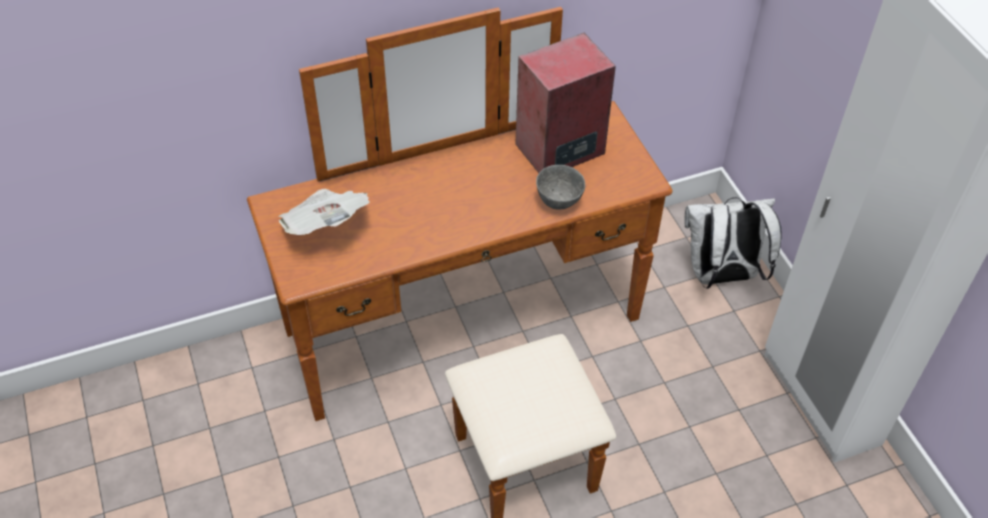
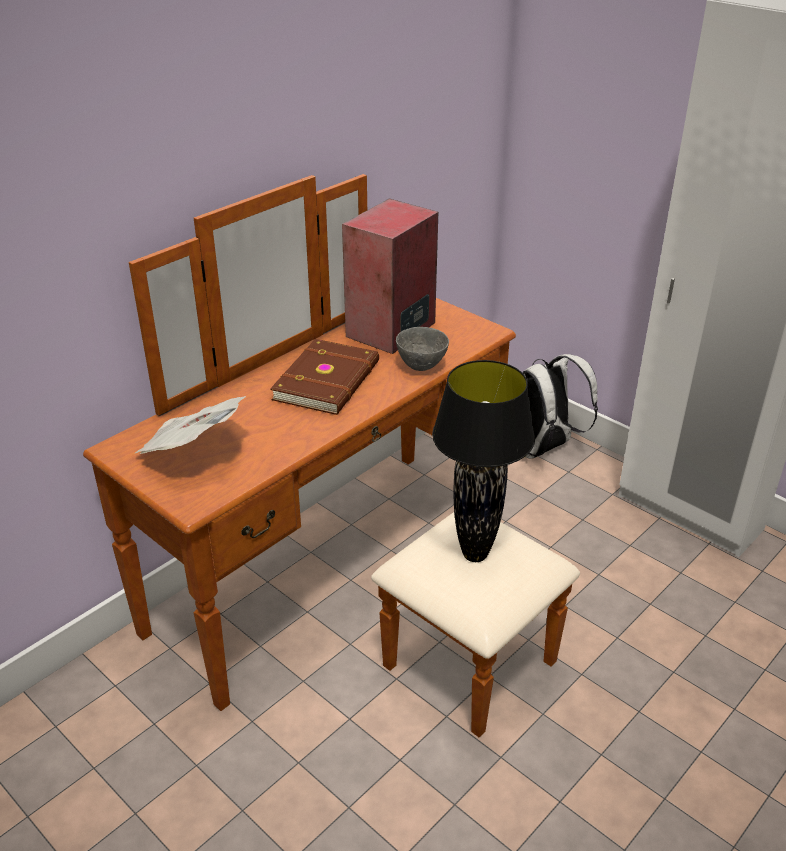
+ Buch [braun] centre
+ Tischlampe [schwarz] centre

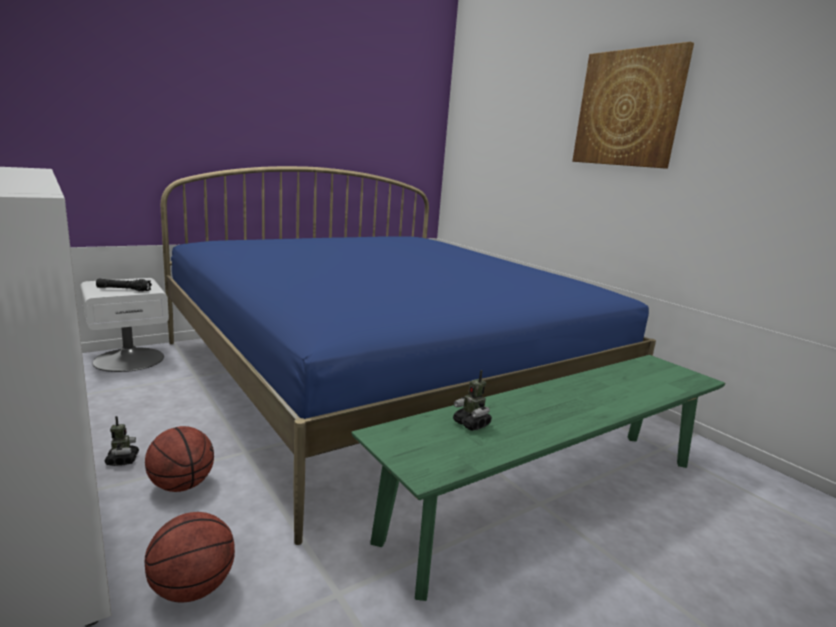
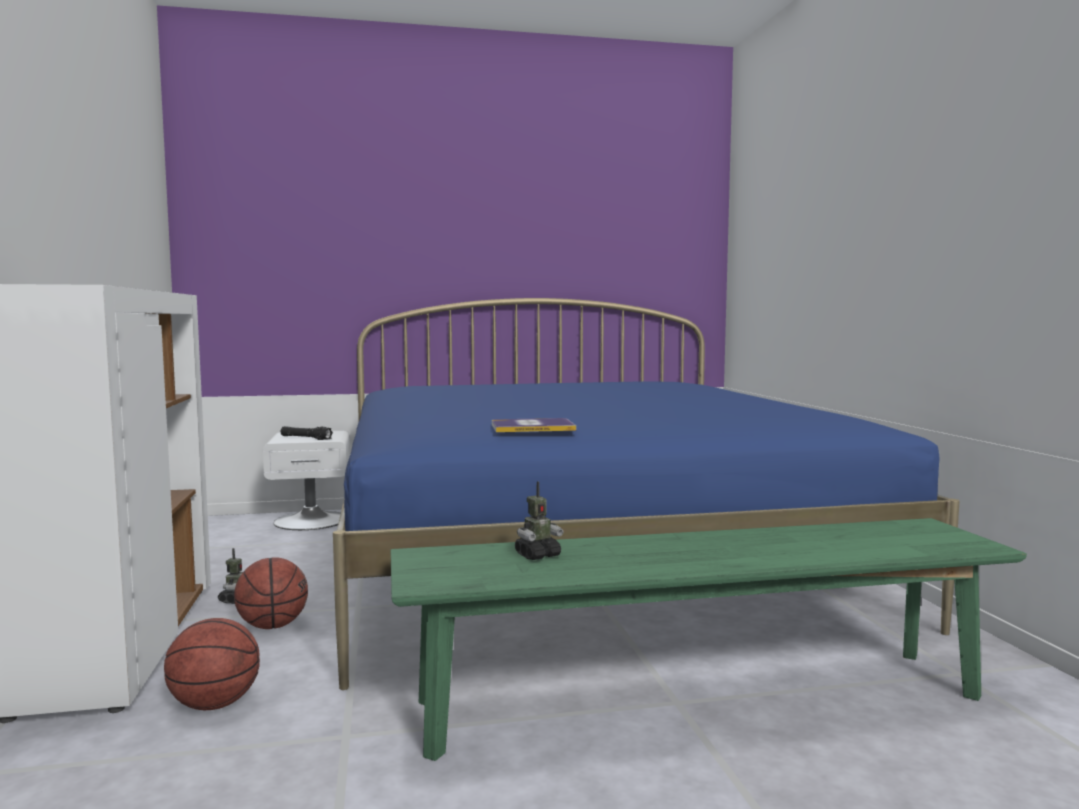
- Bild top right
~ Spielzeugroboter (2nd from left) centre = centre 105 degrees counterclockwise
+ Buch centre

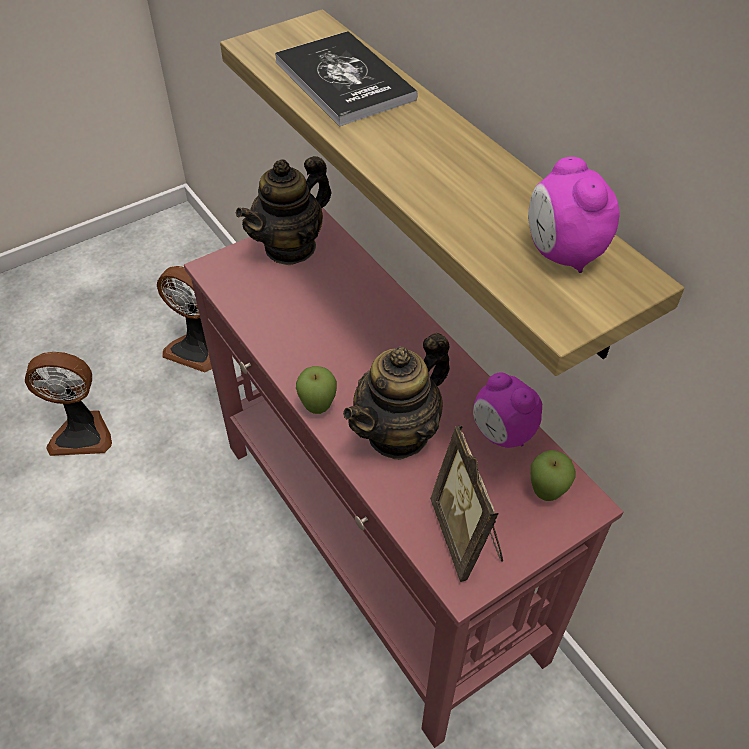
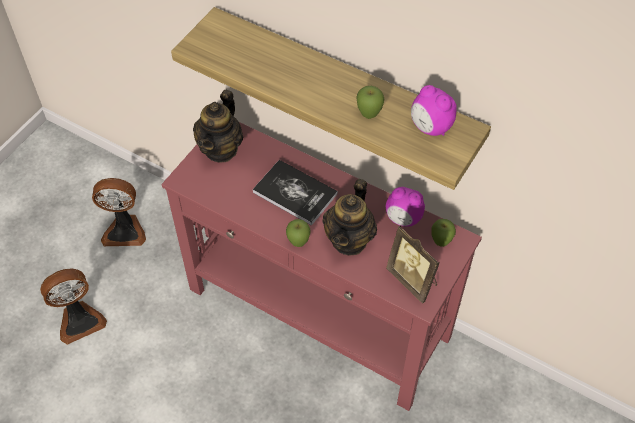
~ Buch top centre to centre
+ Apfel (2nd from left) top centre

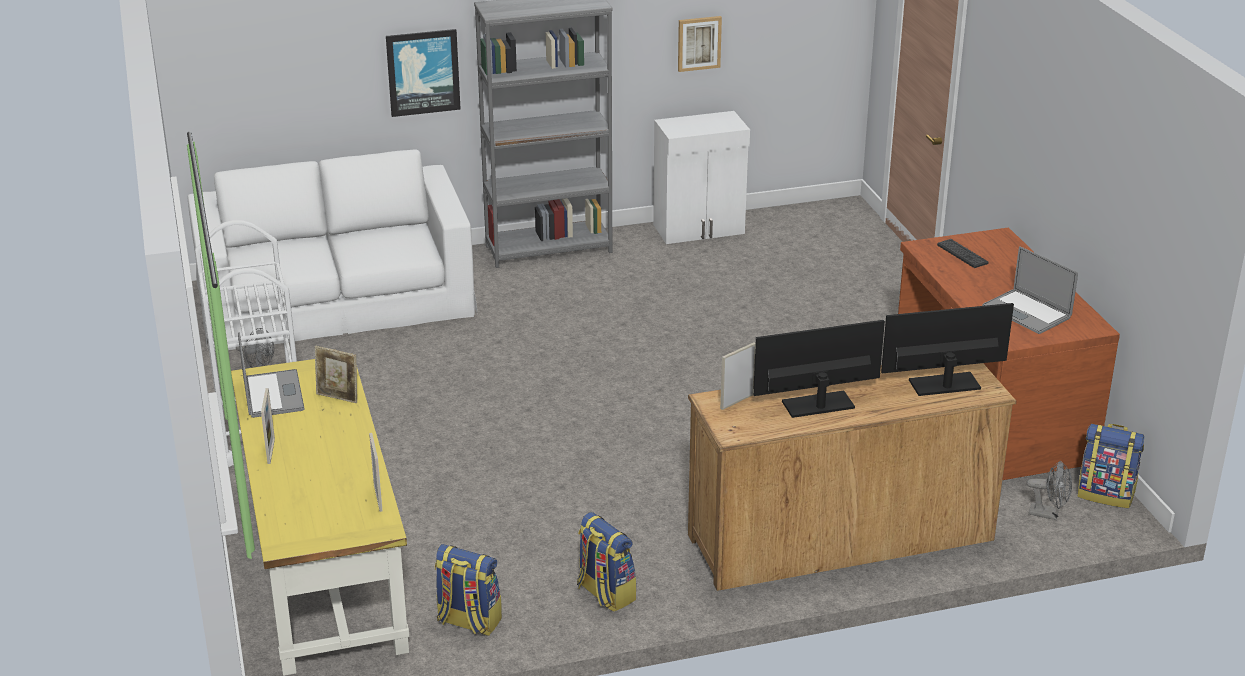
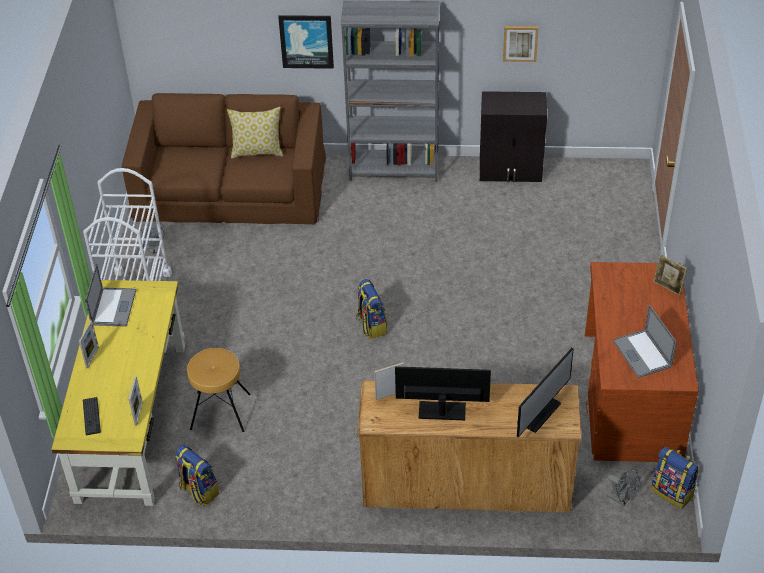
~ Schrank [weiß] top centre to Schrank [schwarz] top right
~ Sofa [weiß] middle left to Sofa [braun] top left
~ Tastatur middle right to bottom left
~ Monitor (2nd from left) middle right = bottom right 120 degrees clockwise
~ Bilderrahmen (2nd from left in the first image) middle left to Bilderrahmen (4th from left) middle right
~ Rucksack (2nd from left) bottom centre to centre
+ Kissen top centre
+ Hocker [braun] bottom left

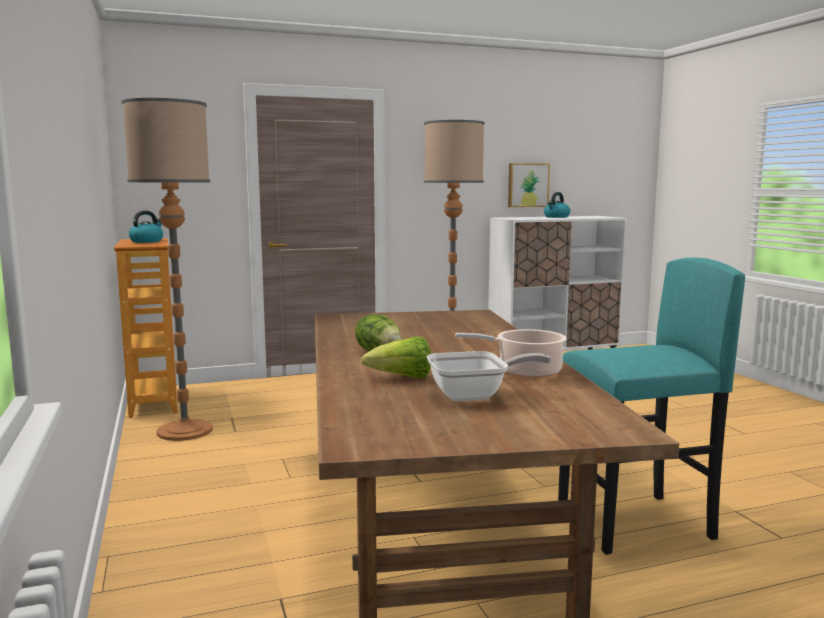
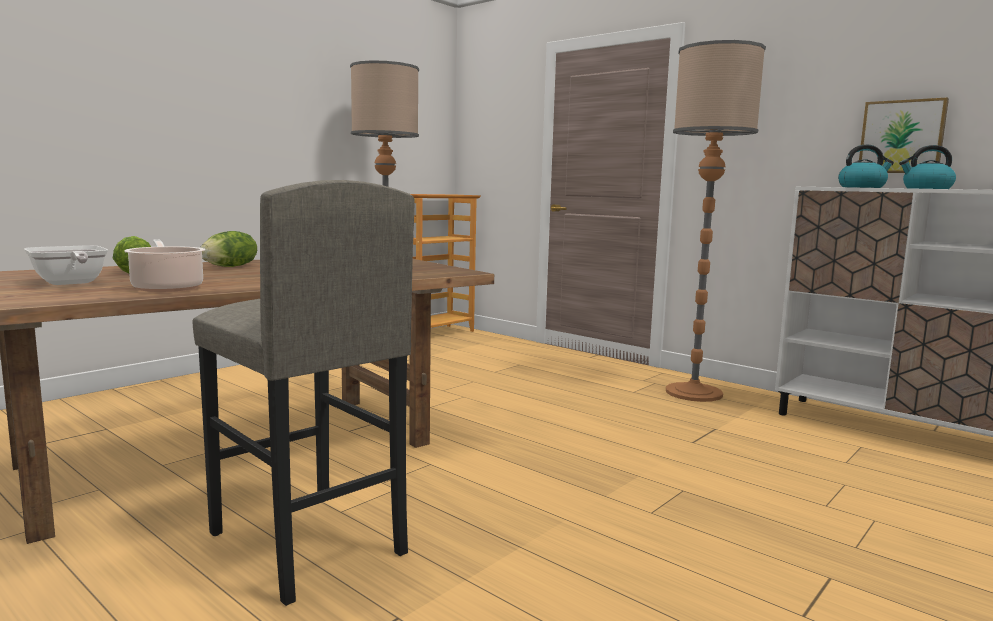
~ Wasserkessel (1st from left) middle left to top right
~ Hocker [türkis] middle right to Hocker [grau] middle left

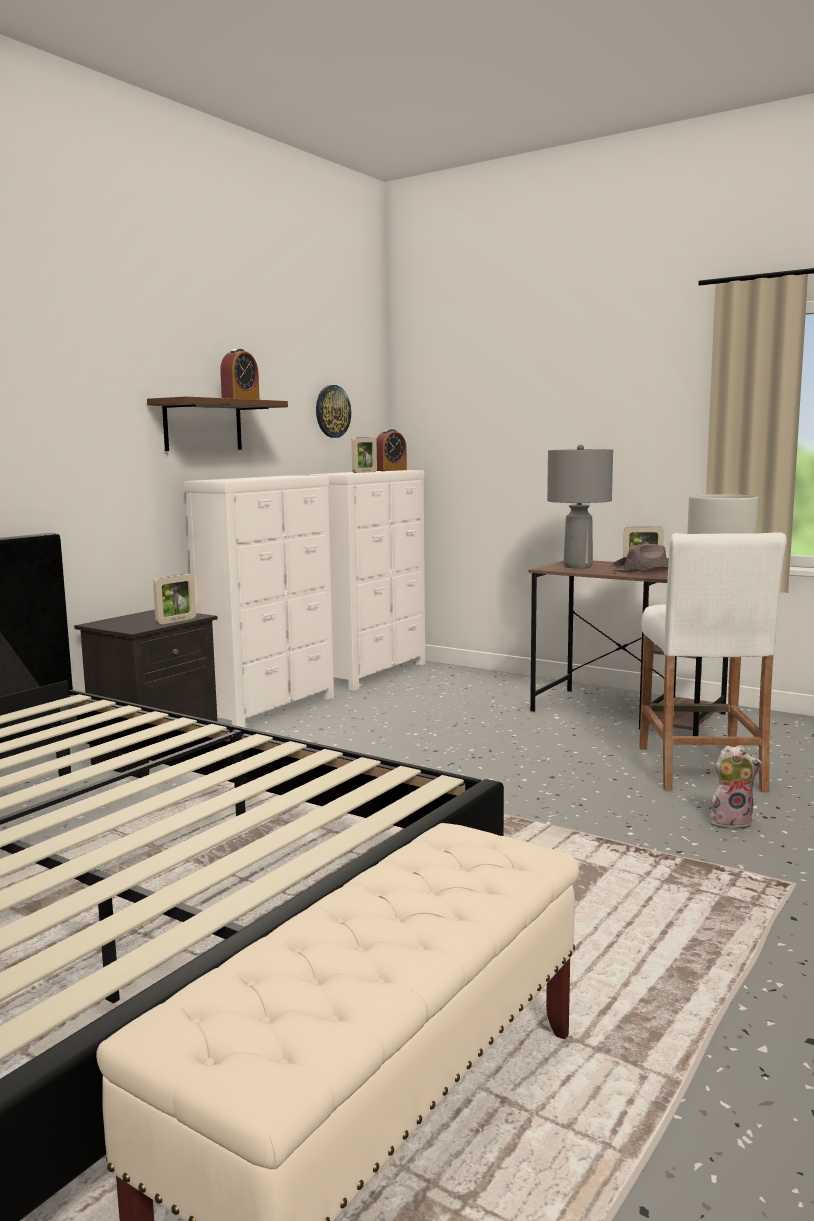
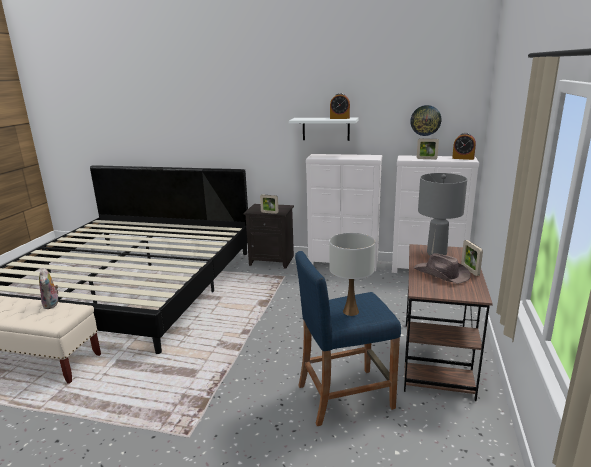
~ Wandregal [braun] middle left to Wandregal [weiß] top centre
~ Hocker [weiß] middle right to Hocker [blau] bottom centre
~ Plüschtier middle right to middle left

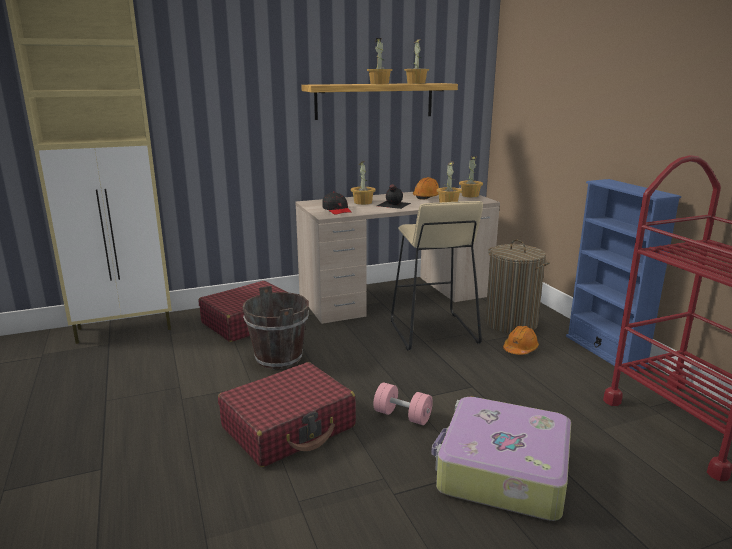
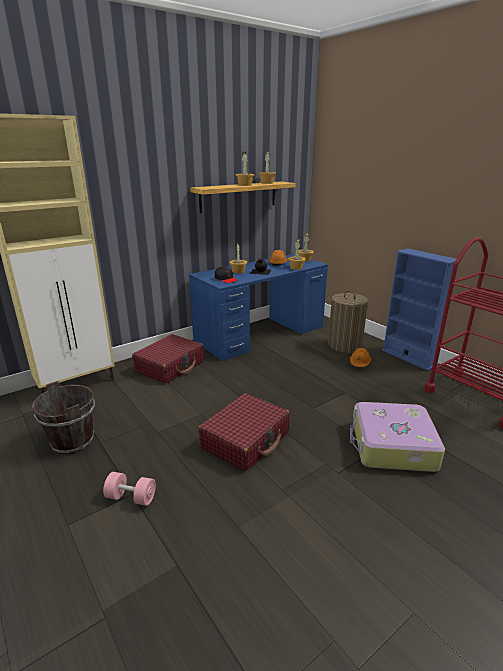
~ Schreibtisch [beige] centre to Schreibtisch [blau] centre
- Hocker [beige] centre
~ Eimer [braun] centre to middle left
~ Hantel [rosa] bottom centre to bottom left

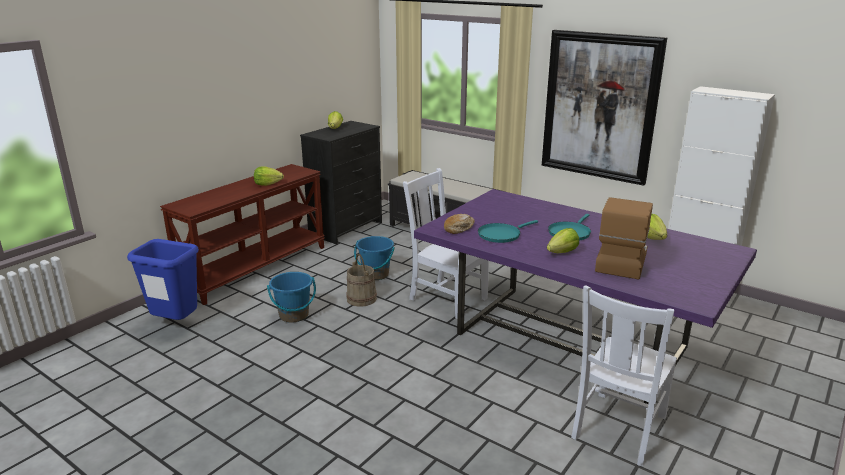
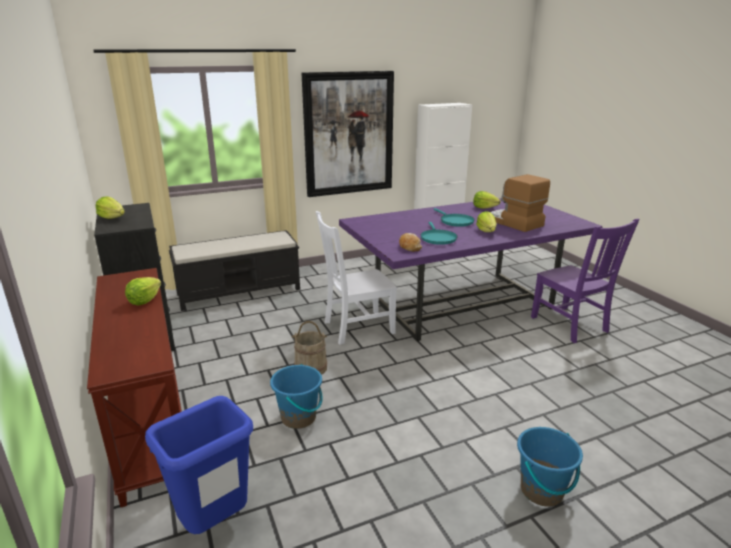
~ Eimer [blau] (2nd from left) centre to bottom right
~ Stuhl [weiß] (2nd from left) bottom right to Stuhl [lila] middle right

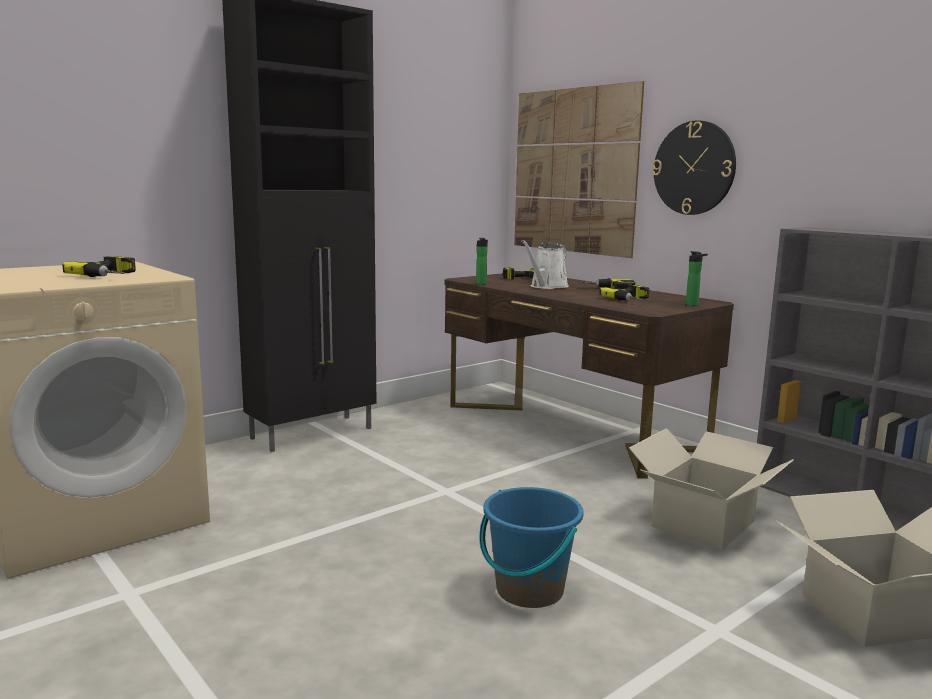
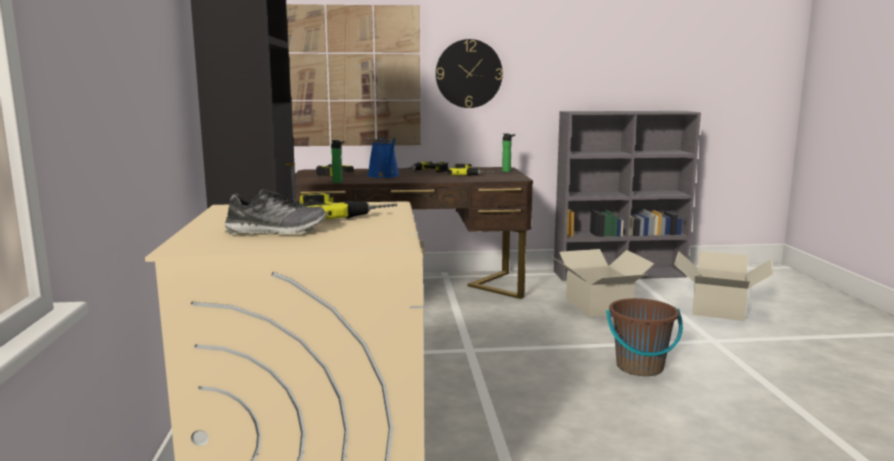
~ Gießkanne [weiß] centre to Gießkanne [blau] centre
~ Eimer [blau] bottom centre to Eimer [braun] bottom right
+ Schuh middle left

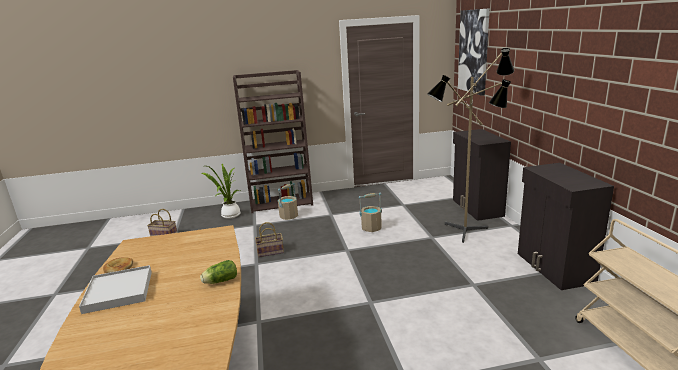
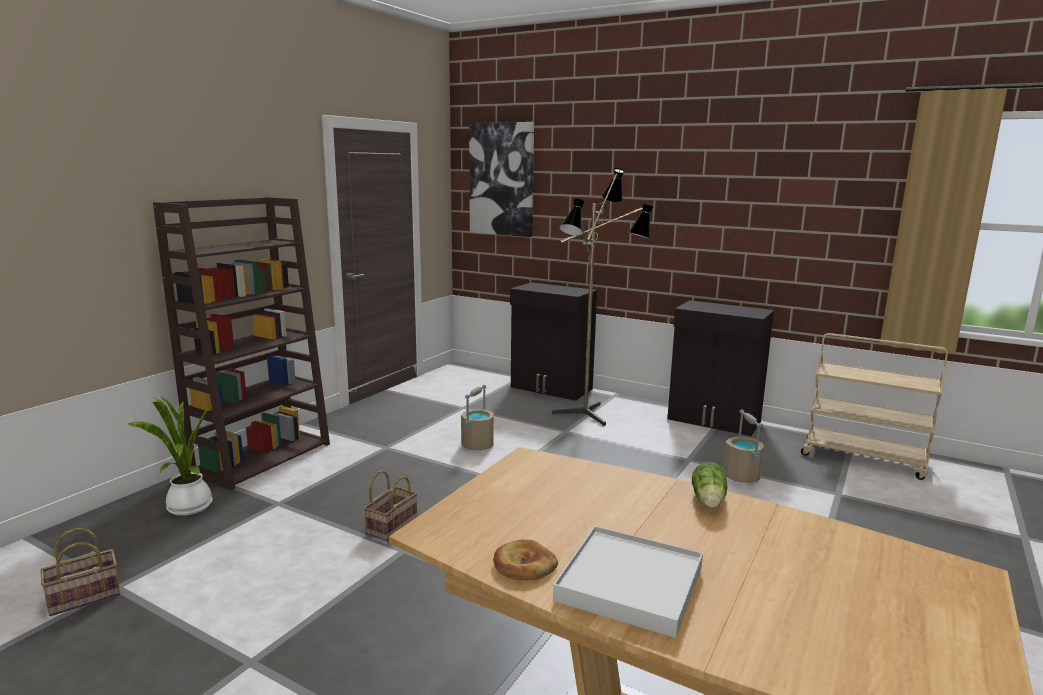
~ Eimer [beige] (1st from left in the first image) centre to Eimer [beige] (2nd from left) middle right

